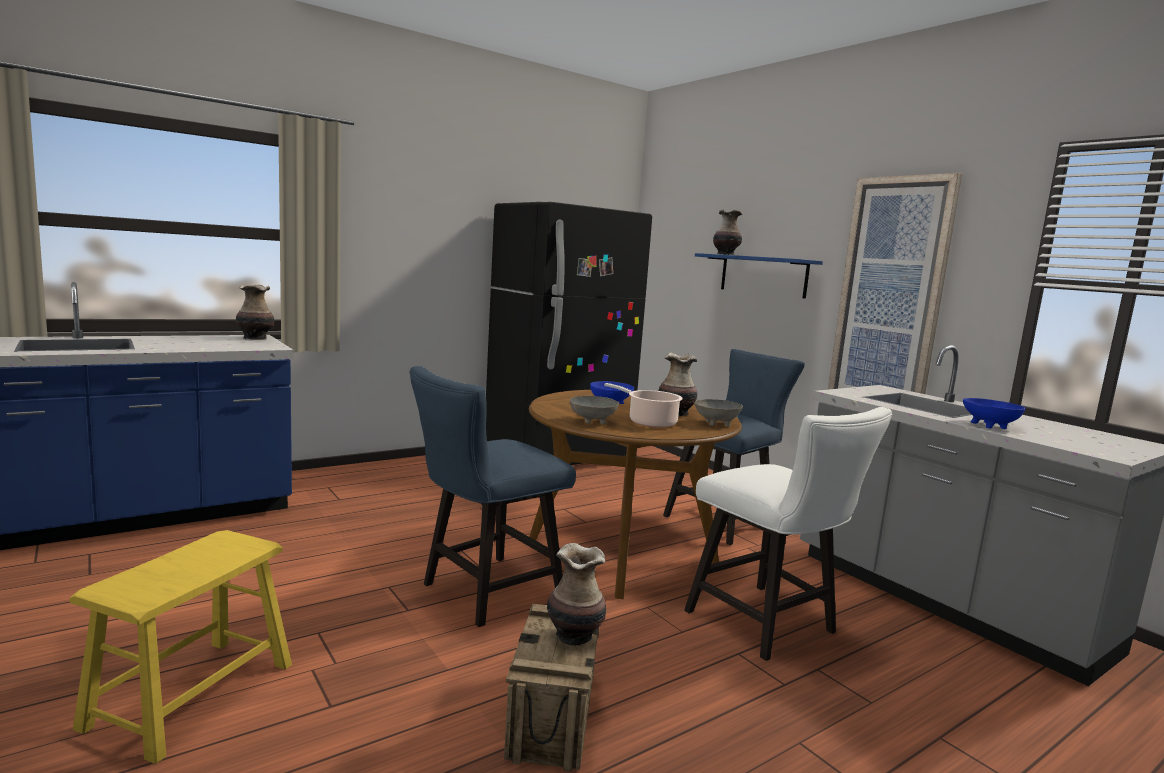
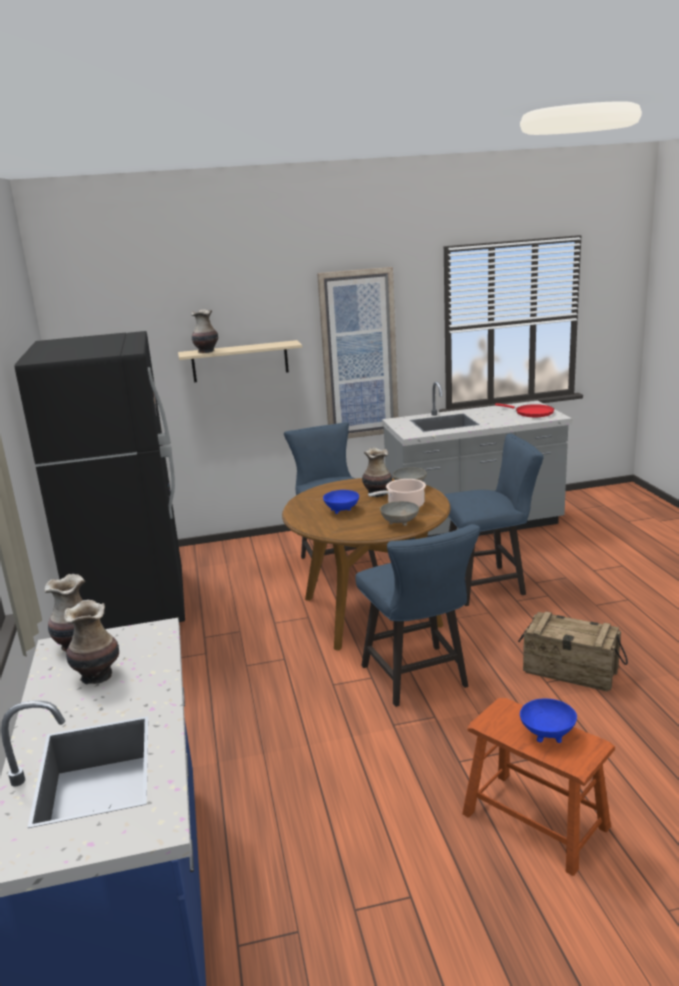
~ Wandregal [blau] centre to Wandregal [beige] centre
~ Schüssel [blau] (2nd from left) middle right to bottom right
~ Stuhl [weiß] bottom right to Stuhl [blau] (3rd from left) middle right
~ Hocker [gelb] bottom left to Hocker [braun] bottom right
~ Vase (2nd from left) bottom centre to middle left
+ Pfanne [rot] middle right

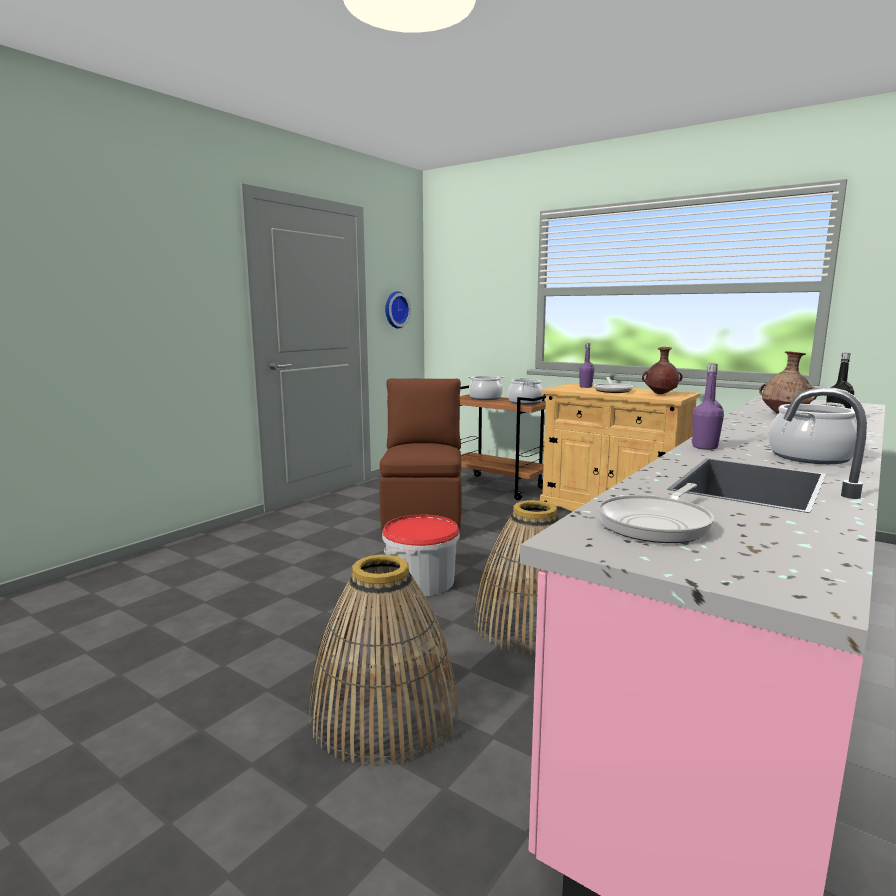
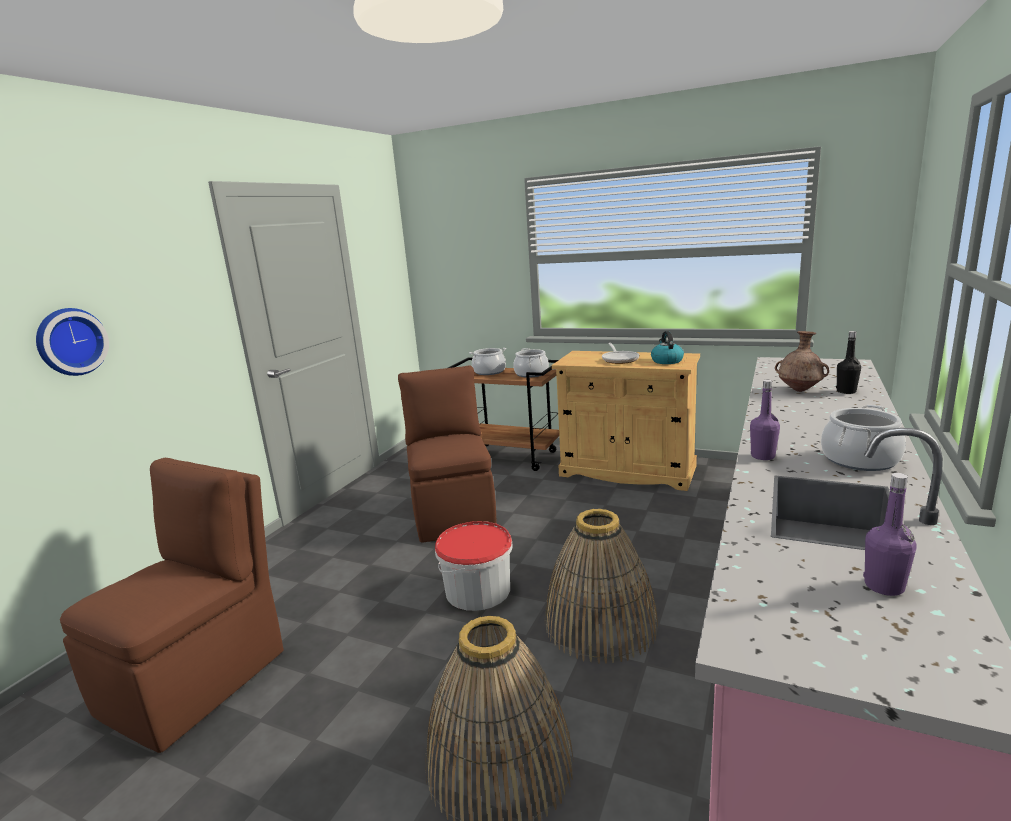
~ Wanduhr centre to middle left
~ Flasche [lila] (1st from left in the first image) centre to Flasche [lila] (2nd from left) middle right
~ Vase [braun] (1st from left) middle right to Wasserkessel centre
- Pfanne (2nd from left) middle right
+ Stuhl [braun] (1st from left) bottom left

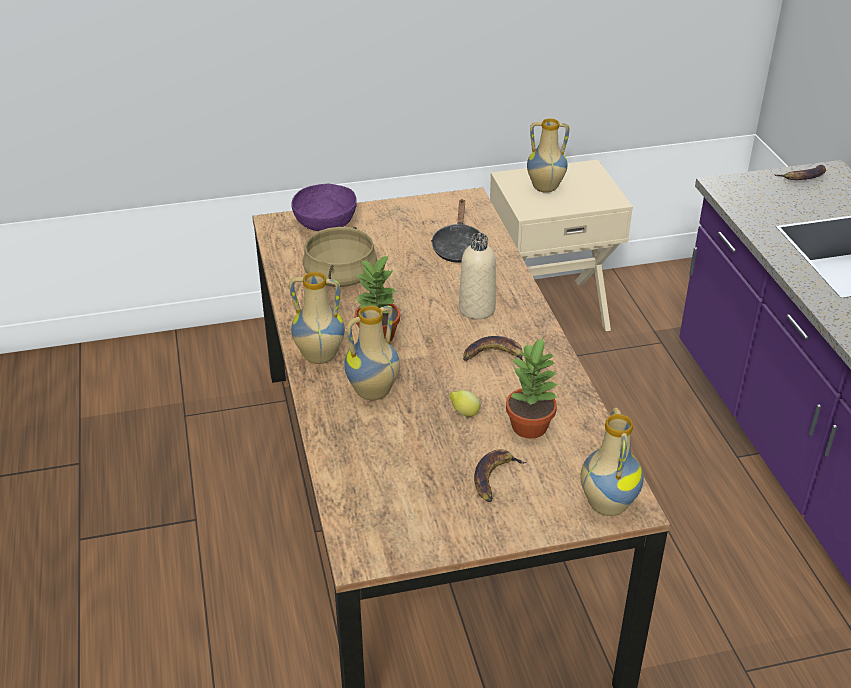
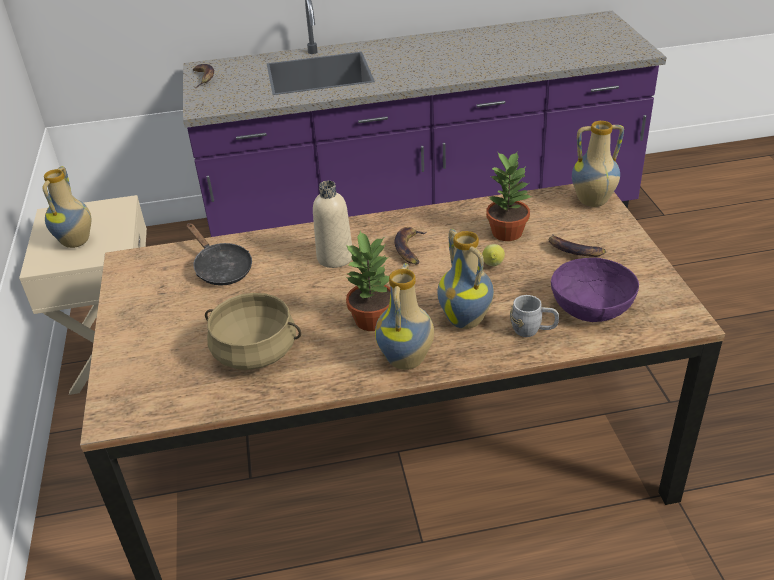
~ Schüssel [lila] top centre to middle right
~ Pfanne [schwarz] centre = middle left 45 degrees clockwise
+ Henkelbecher [grau] middle right

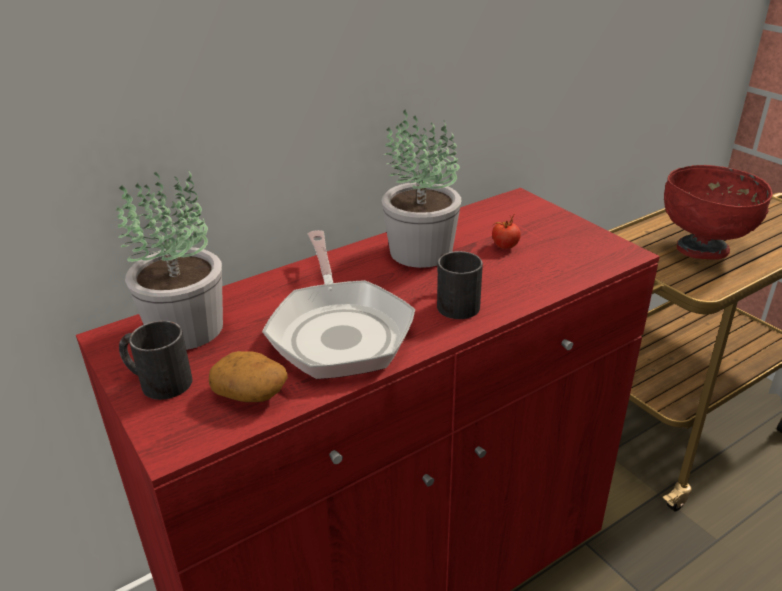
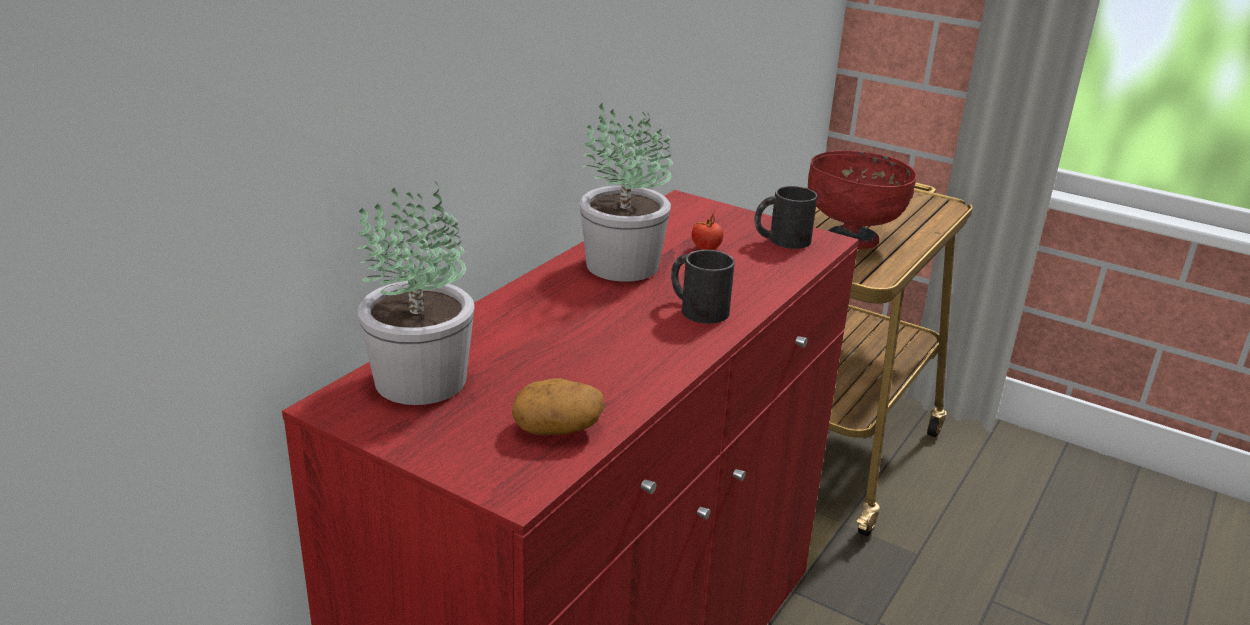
- Pfanne centre
~ Henkelbecher [schwarz] (1st from left in the first image) middle left to Henkelbecher [schwarz] (2nd from left) centre

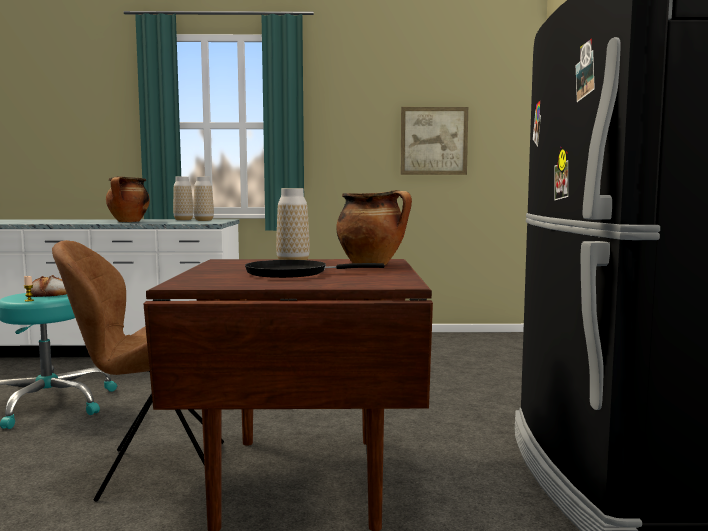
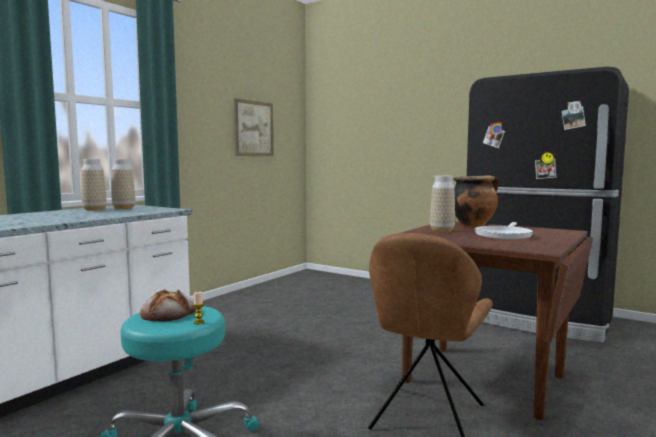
- Kochtopf (1st from left) middle left
~ Pfanne [schwarz] centre to Pfanne [weiß] middle right

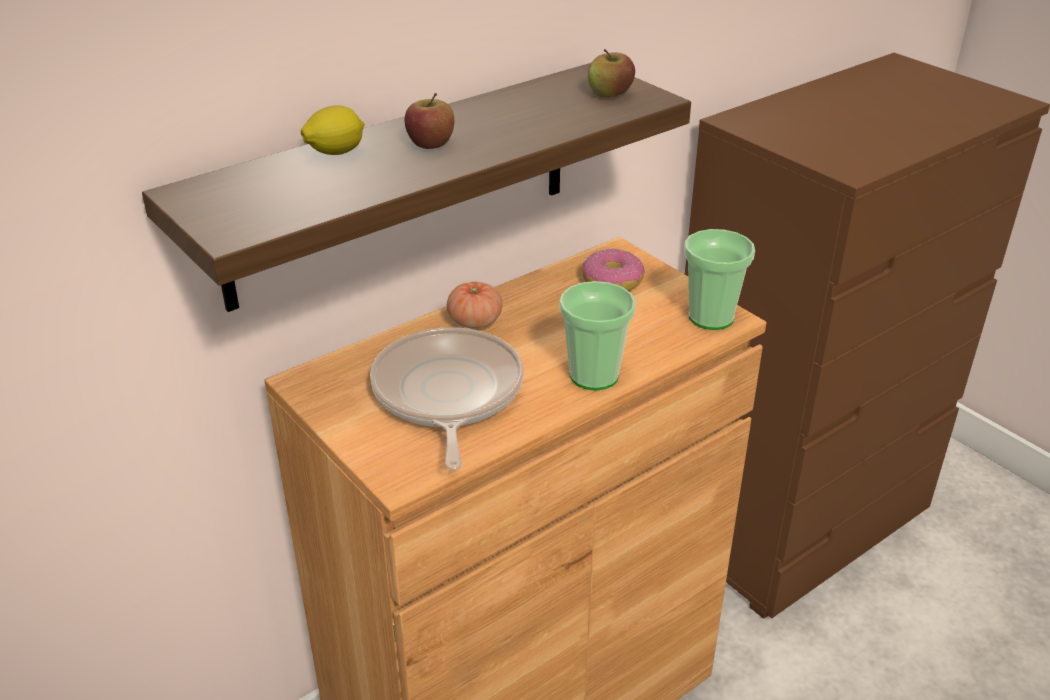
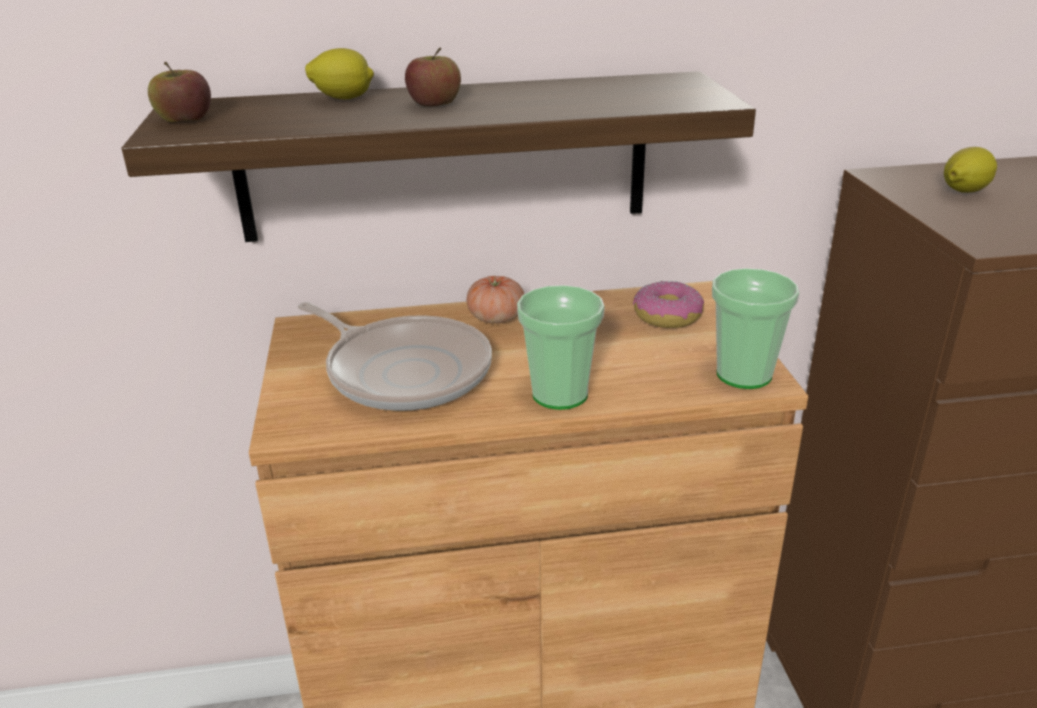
~ Apfel (2nd from left in the first image) top centre to Apfel (1st from left) top left
~ Pfanne centre = centre 105 degrees clockwise
+ Zitrone (2nd from left) top right

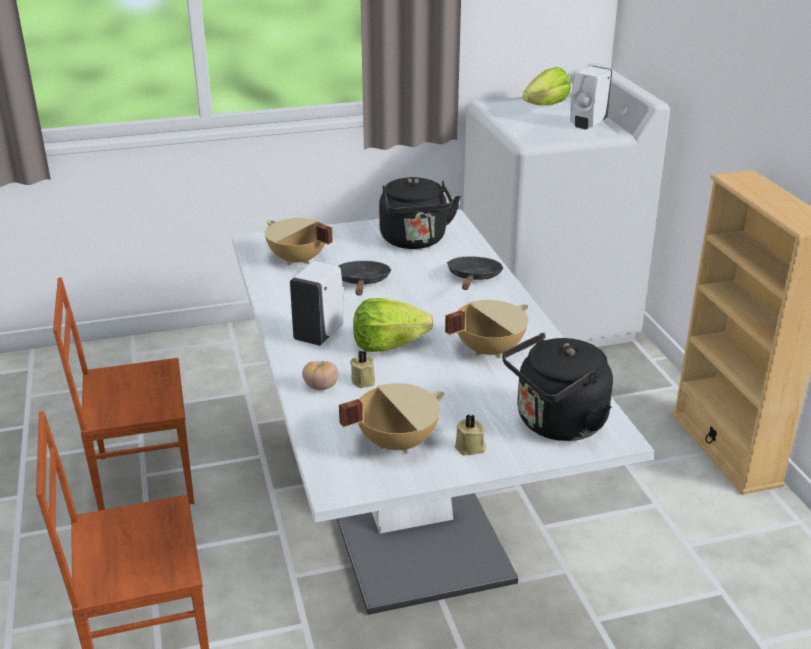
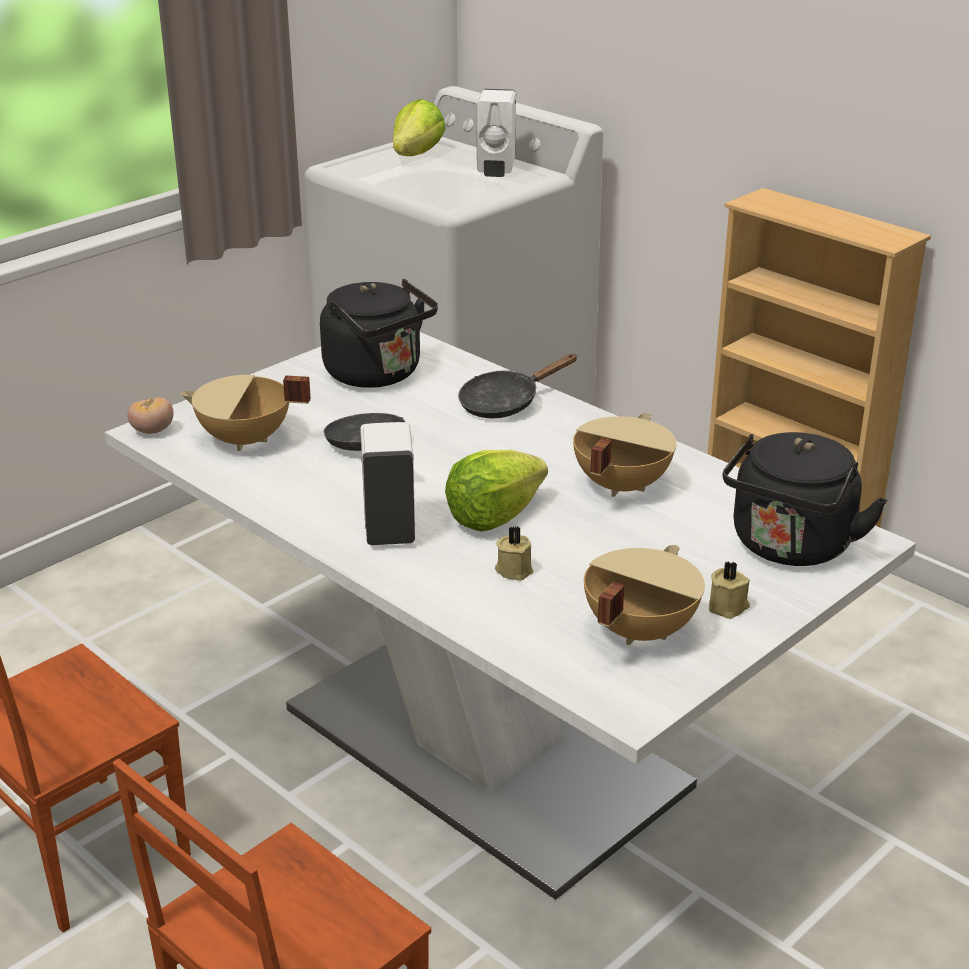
~ Pfanne [schwarz] (2nd from left) centre = centre 105 degrees counterclockwise
~ Tomate centre to middle left

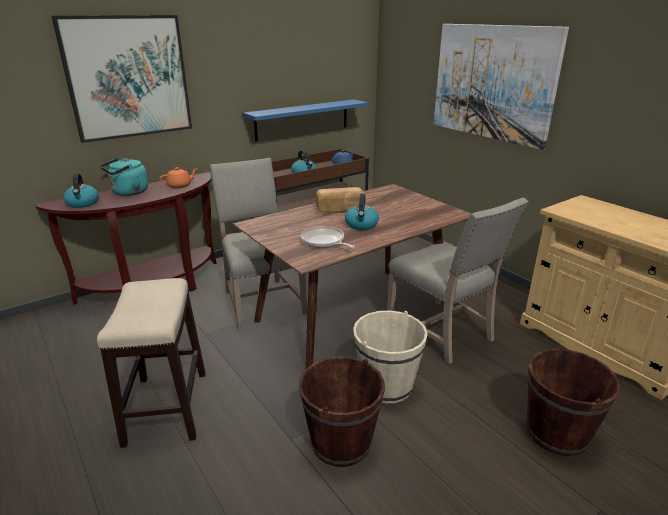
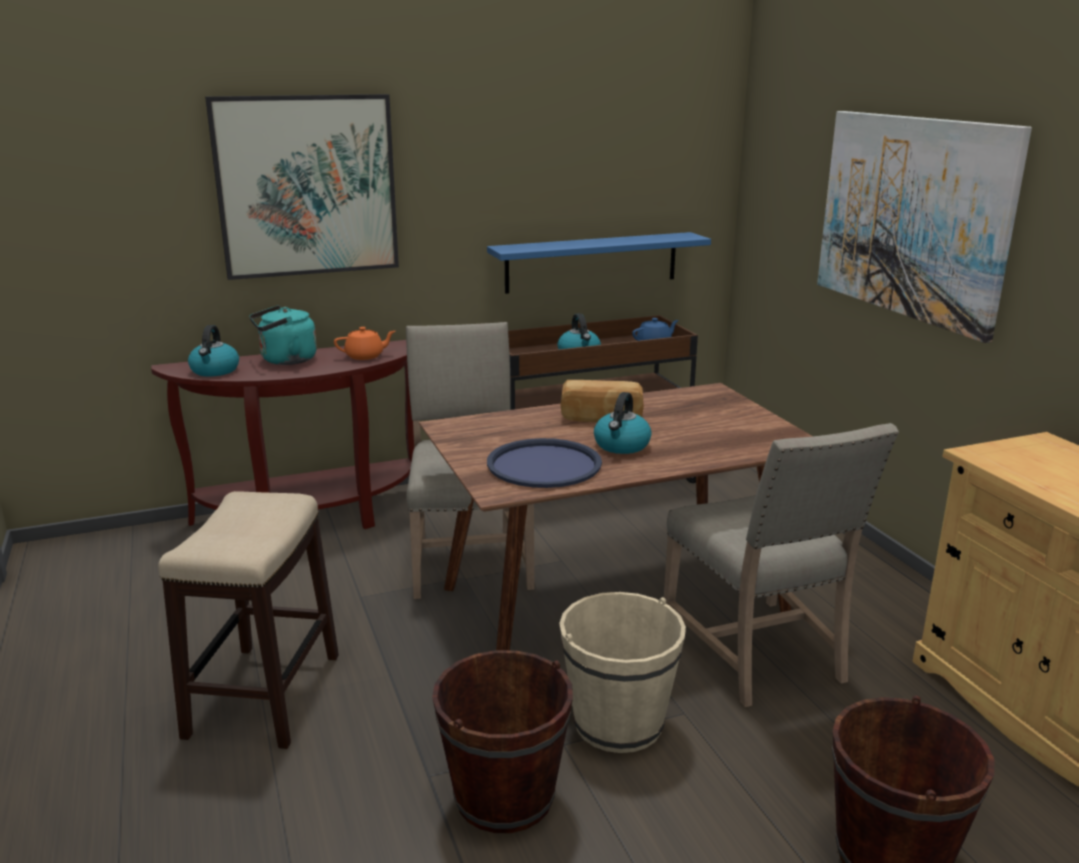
~ Pfanne centre to Tablett [blau] centre

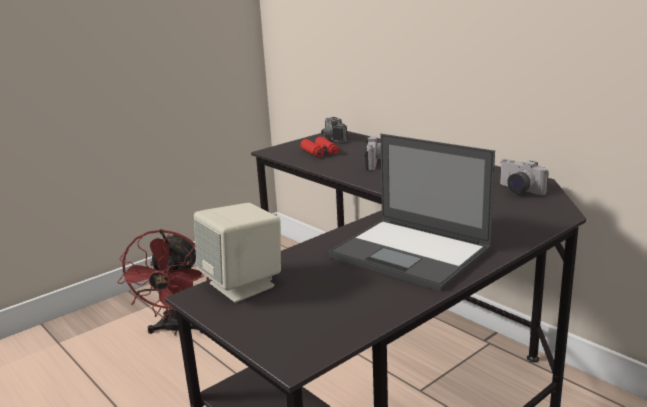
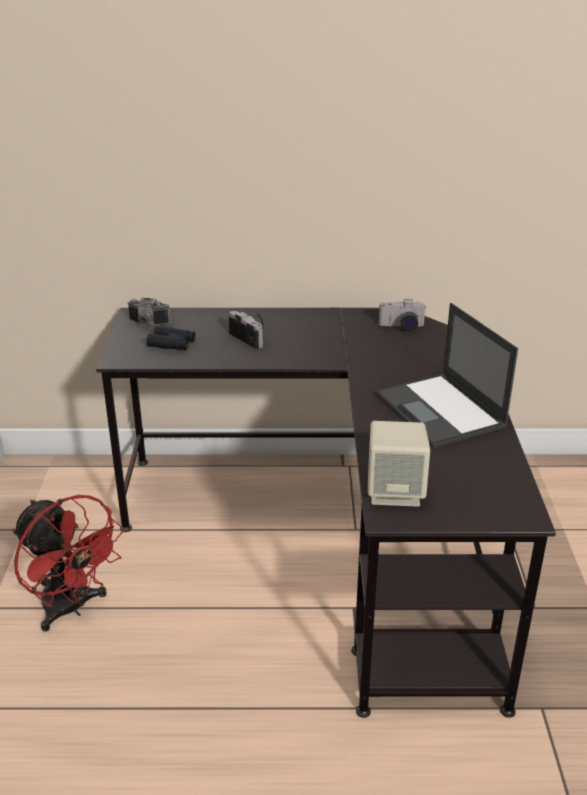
~ Laptop centre = middle right 75 degrees clockwise
~ Fernglas [rot] centre to Fernglas [schwarz] middle left

